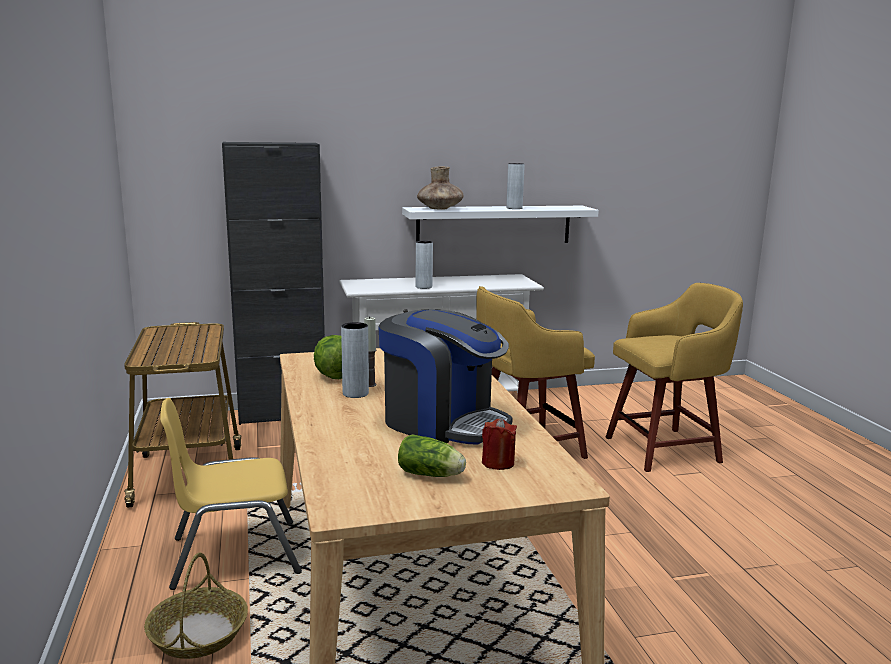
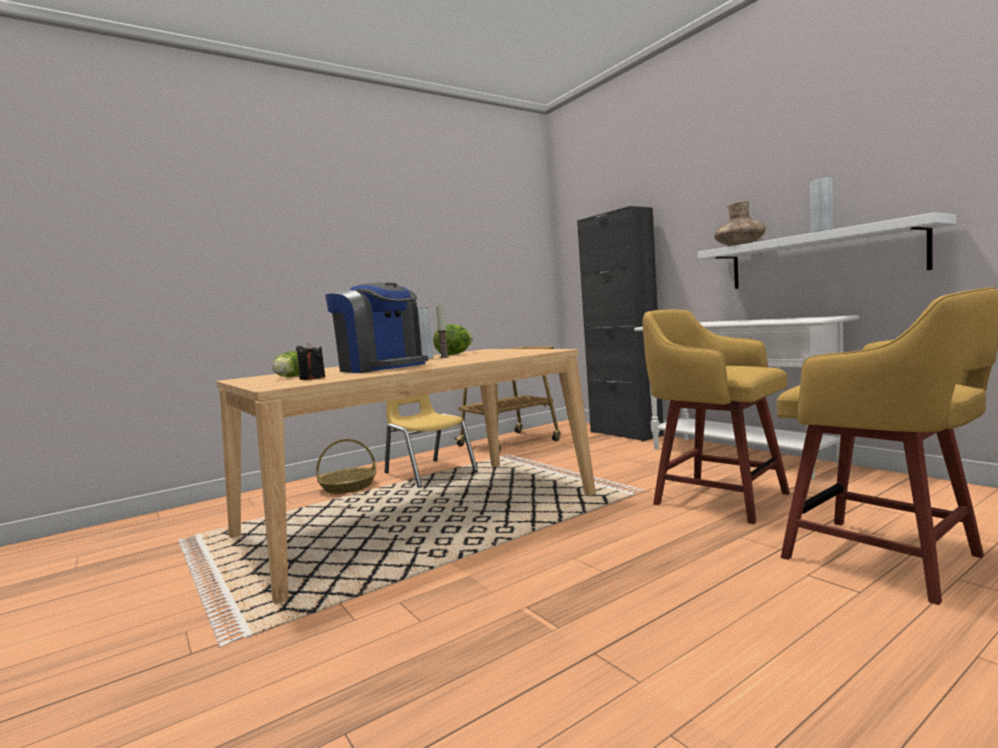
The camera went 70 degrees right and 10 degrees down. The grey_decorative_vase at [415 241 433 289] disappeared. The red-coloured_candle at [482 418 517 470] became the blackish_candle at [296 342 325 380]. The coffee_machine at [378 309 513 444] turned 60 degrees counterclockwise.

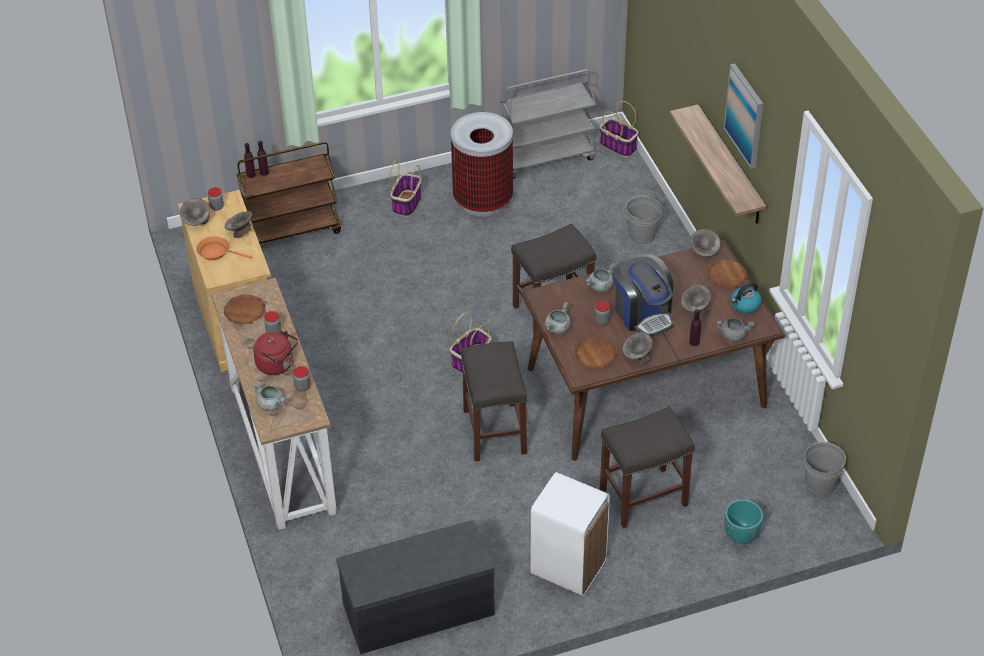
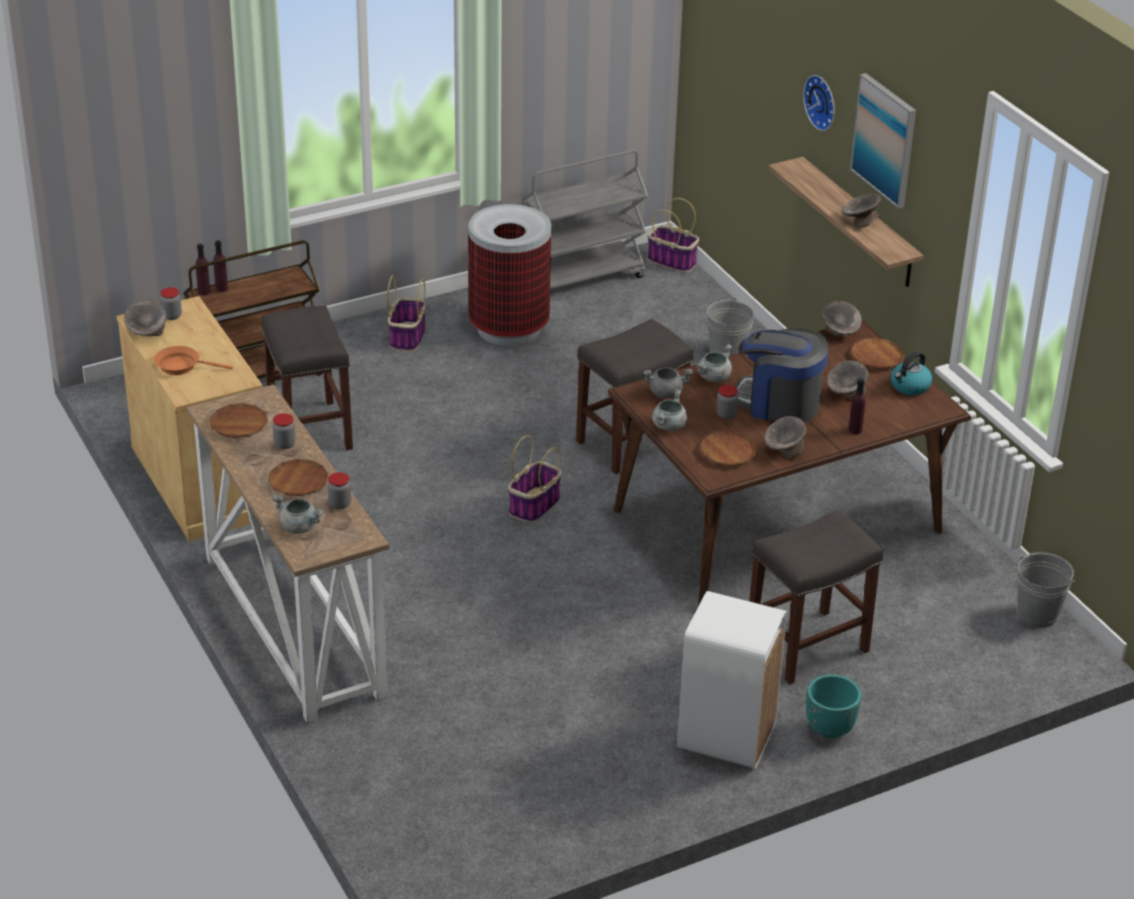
The camera went 10 degrees left and 10 degrees down. The grey_indoor_bench at [336 520 495 654] disappeared. The wall_clock at [803 75 834 131] appeared. The grey_deep_dish moved from [225 211 252 238] to [842 194 881 228]. The grey_stool moved from [461 341 528 461] to [261 306 353 450]. The grey_cooking_pot moved from [716 318 754 342] to [643 367 693 398]. The blue-green_flower_pot moved from [724 499 763 544] to [806 675 861 738]. The red-coloured_tea_kettle at [253 330 298 375] was replaced by the brown_flat_dish at [268 459 329 496]. The coffee_machine at [613 254 674 337] turned 150 degrees clockwise.

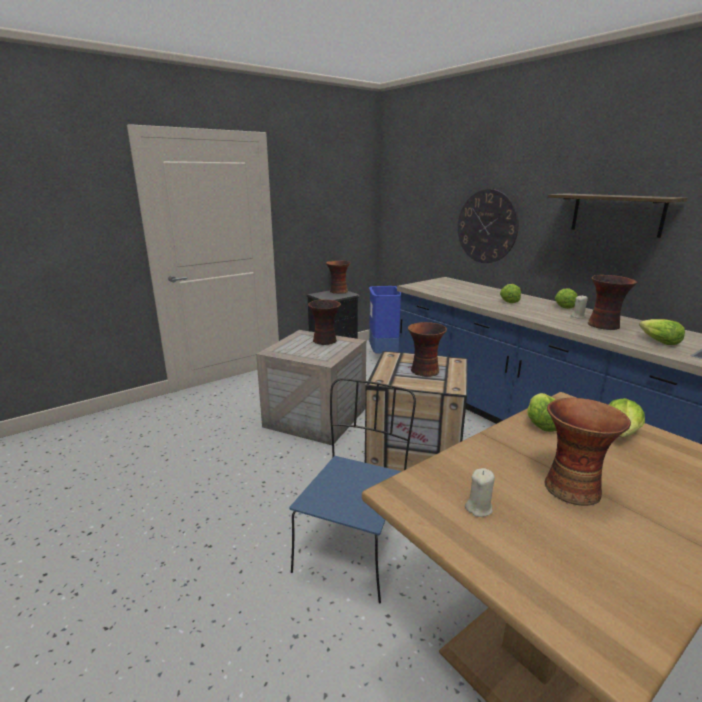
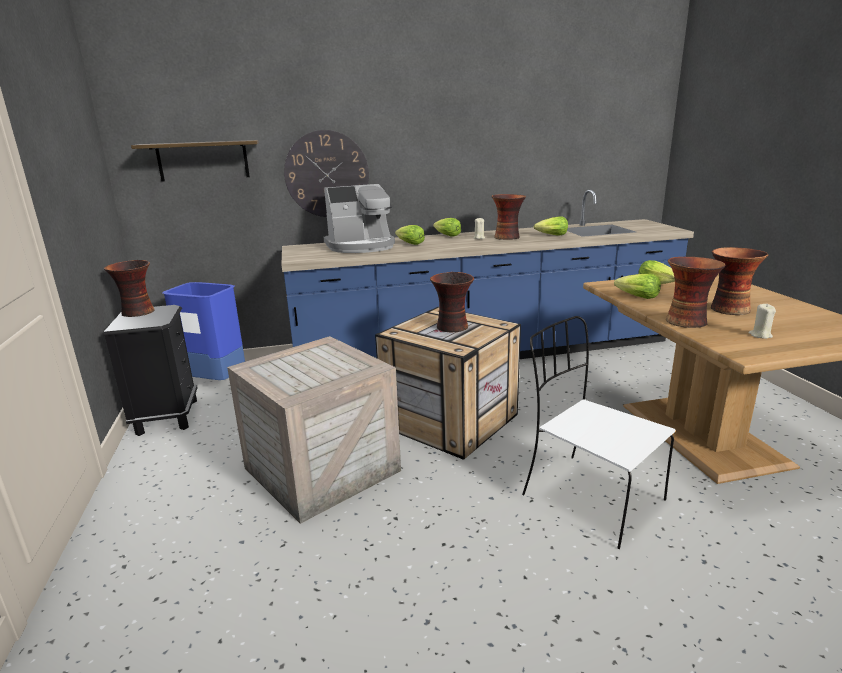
The camera went 65 degrees left and 0 degrees up. The coffee_machine at [324 184 395 253] appeared. The decorative_vase moved from [308 300 341 345] to [666 257 725 328]. The wall_shelf moved from [548 193 687 238] to [131 140 259 182]. The bluish_plain_chair at [290 378 416 603] became the white-coloured_plain_chair at [522 316 676 549].

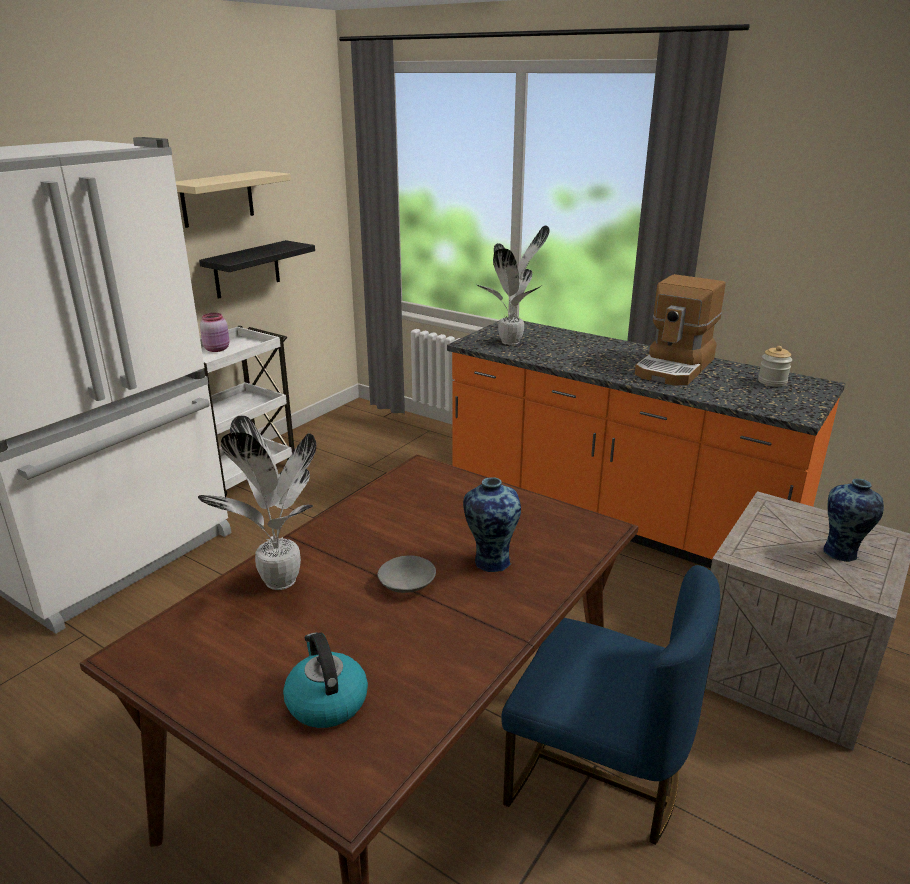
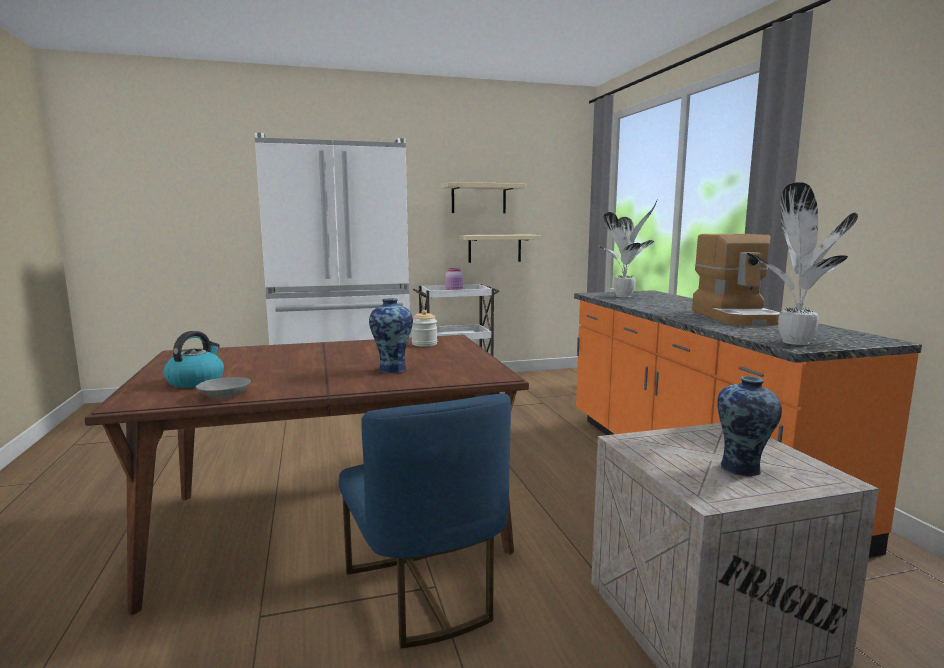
The camera went 40 degrees right and 15 degrees down. The potted_plant moved from [198 415 316 590] to [747 182 858 345]. The grey_deep_dish moved from [377 555 436 593] to [196 377 251 398]. The jar moved from [758 346 792 387] to [412 310 437 347]. The blackish_wall_shelf at [199 240 315 299] became the beige-coloured_wall_shelf at [458 235 541 263]. The coffee_machine at [635 274 726 385] turned 75 degrees counterclockwise.

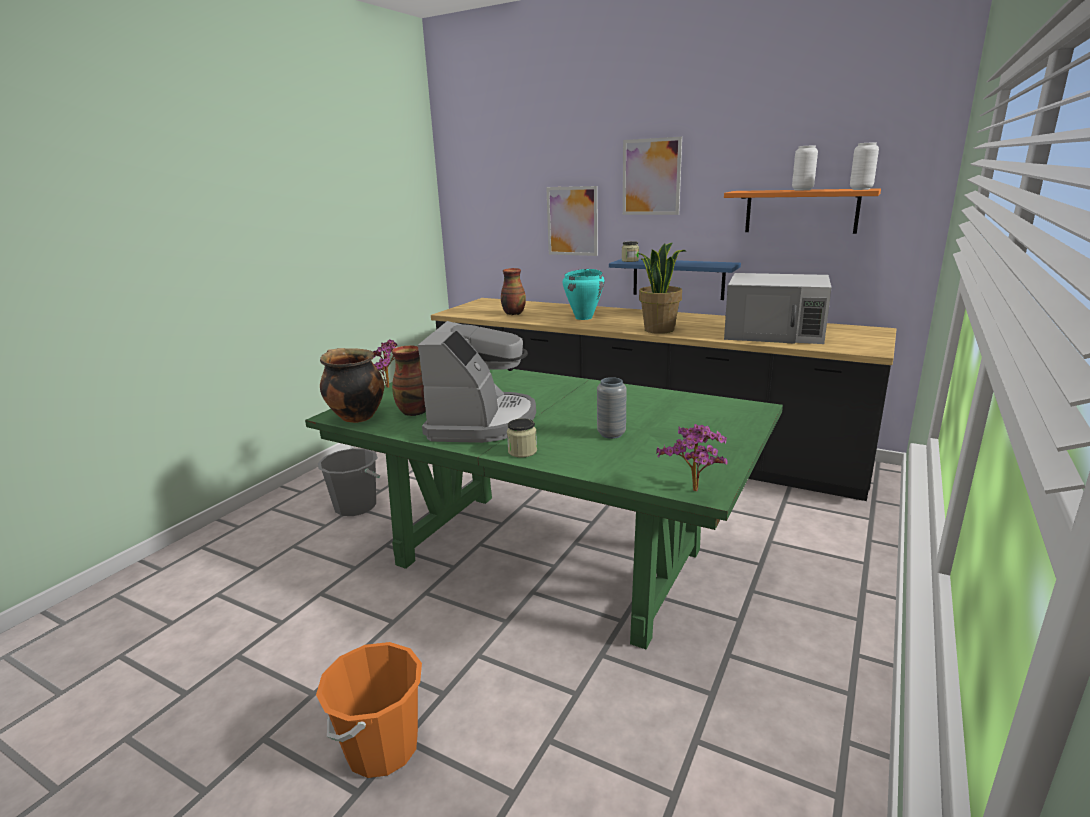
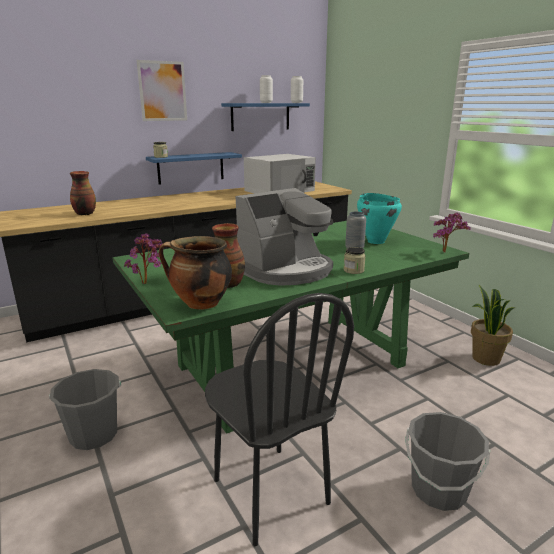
The camera went 60 degrees left and 0 degrees up. The wall_picture at [546 186 598 256] disappeared. The blackish_plain_chair at [205 293 354 546] appeared. The blue-green_cooking_pot moved from [563 269 604 320] to [357 193 402 244]. The potted_plant moved from [637 243 686 334] to [471 285 515 366]. The orange-coloured_bucket at [316 642 422 778] became the grey_bucket at [405 412 490 511]. The orange-coloured_wall_shelf at [724 188 881 234] became the bluish_wall_shelf at [221 103 310 131]. The coffee_machine at [418 321 536 443] turned 105 degrees clockwise.

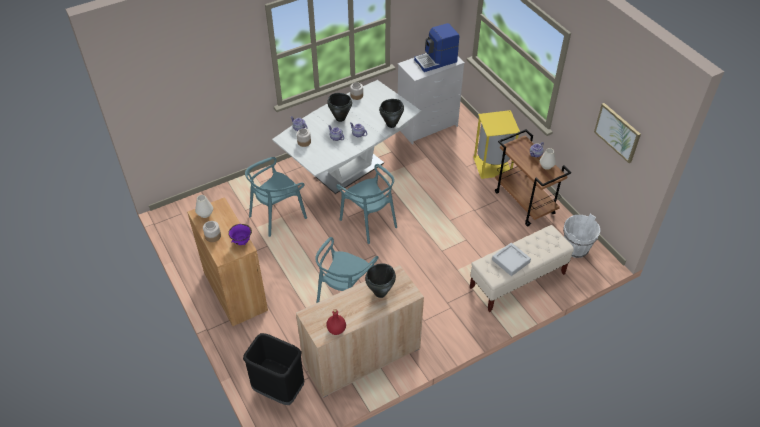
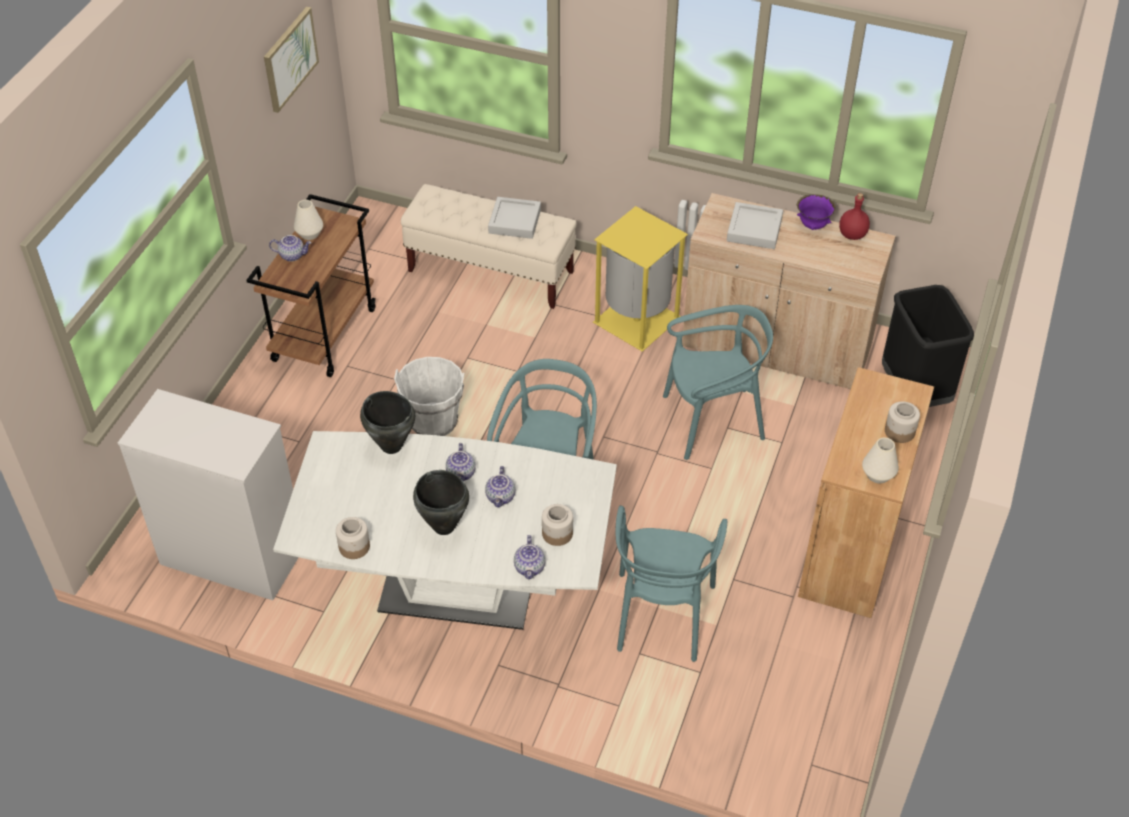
The camera went 130 degrees left and 0 degrees up. The coffee_machine at [414 23 459 72] disappeared. The purplish_deep_dish moved from [228 224 252 245] to [797 194 836 230]. The yellow-coloured_trash_can moved from [473 110 520 179] to [593 206 688 352]. The white-coloured_bucket moved from [563 214 601 258] to [394 357 464 436]. The blackish_cooking_pot at [365 263 396 298] was replaced by the grey_carrying_tray at [727 202 783 249]. The blue-green_plain_chair at [245 157 307 237] turned 90 degrees clockwise.

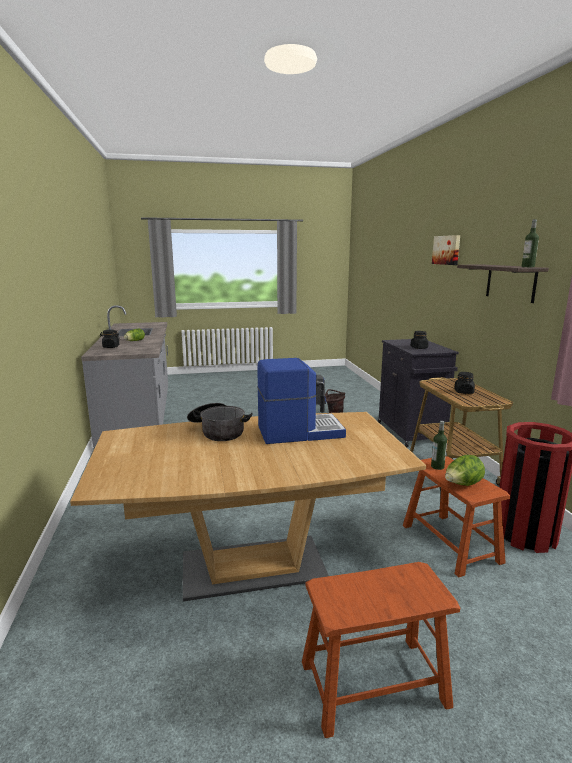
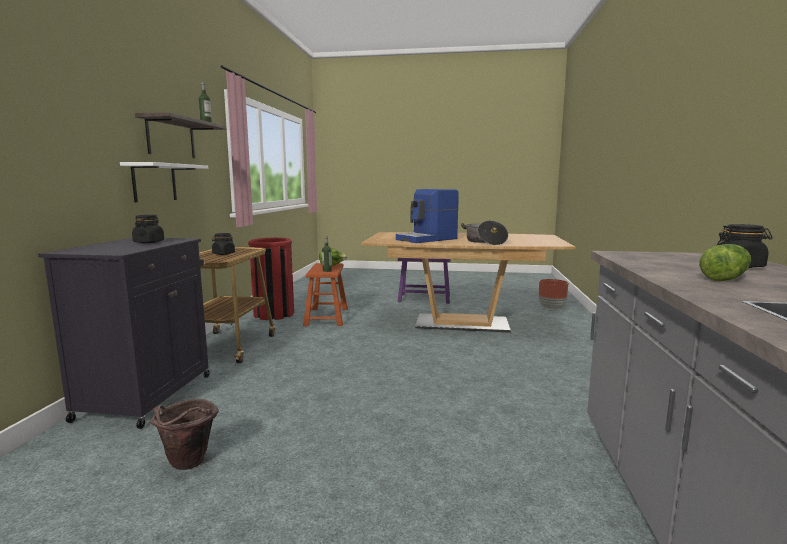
The camera went 160 degrees left and 5 degrees down. The wall_picture at [432 235 460 265] disappeared. The white-coloured_wall_shelf at [120 162 208 202] appeared. The brown_flower_pot at [539 279 568 310] appeared. The brown_stool at [302 562 460 738] became the purplish_stool at [398 258 451 304]. The coffee_machine at [257 358 346 444] turned 45 degrees counterclockwise.

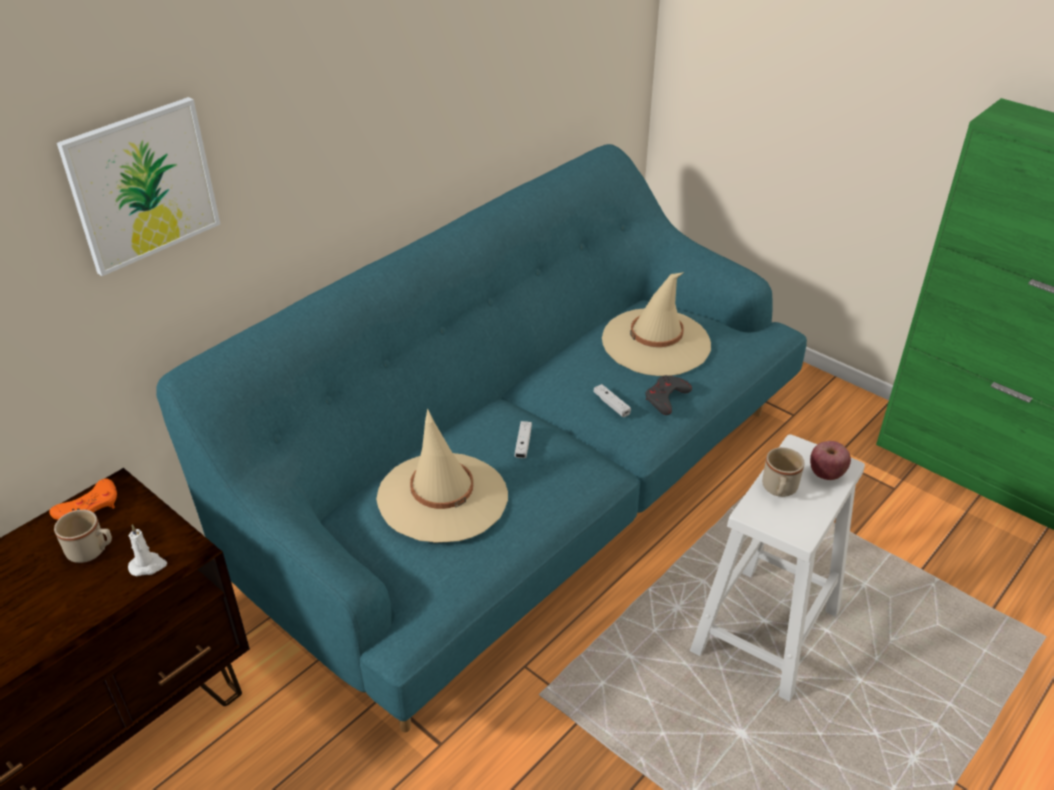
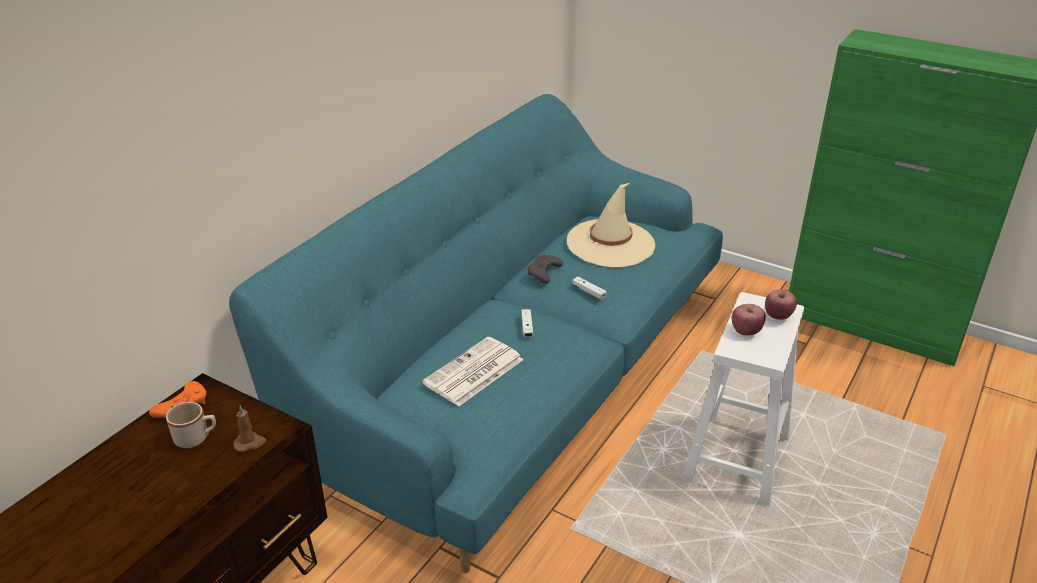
The camera went 10 degrees left and 5 degrees down. The wall_picture at [57 97 220 276] disappeared. The grey_gamepad moved from [645 375 692 415] to [527 255 563 284]. The beige-coloured_wearable_hat at [376 408 508 543] was replaced by the newspaper at [422 337 523 406]. The beige-coloured_mug at [762 447 804 497] was replaced by the whole_apple at [732 304 766 336]. The white-coloured_candle at [128 524 167 576] became the brown_candle at [233 405 266 452].

